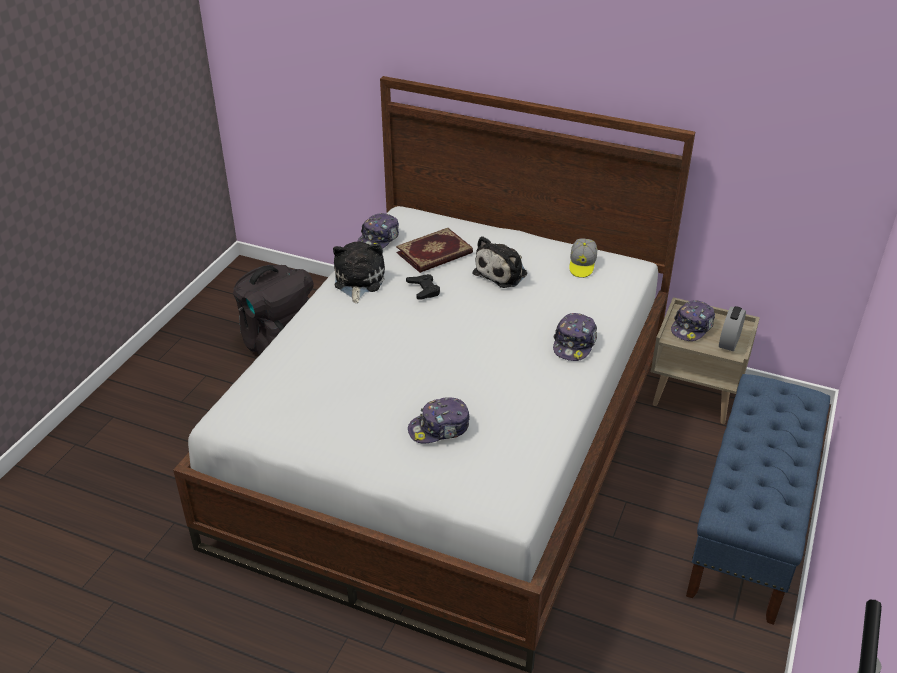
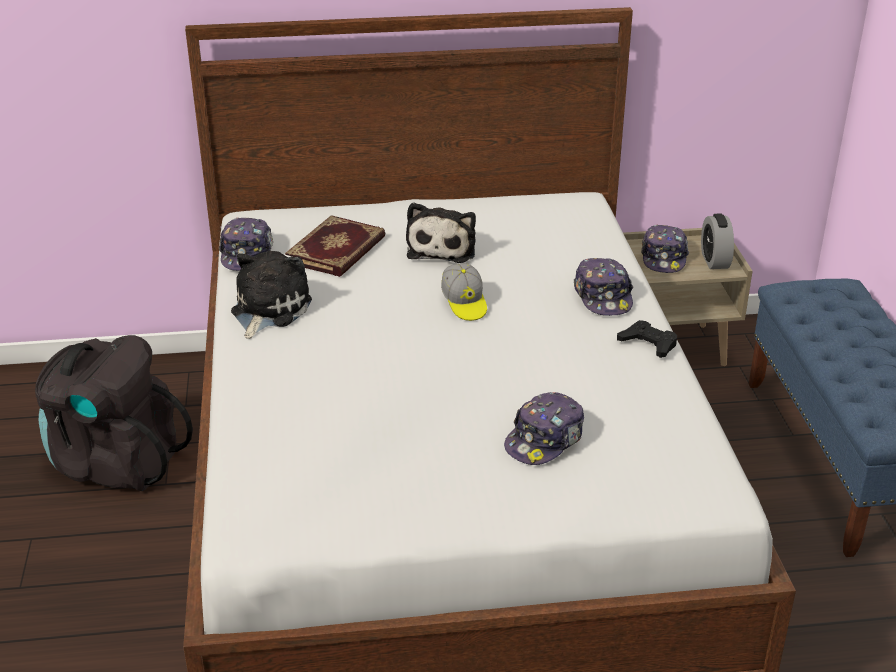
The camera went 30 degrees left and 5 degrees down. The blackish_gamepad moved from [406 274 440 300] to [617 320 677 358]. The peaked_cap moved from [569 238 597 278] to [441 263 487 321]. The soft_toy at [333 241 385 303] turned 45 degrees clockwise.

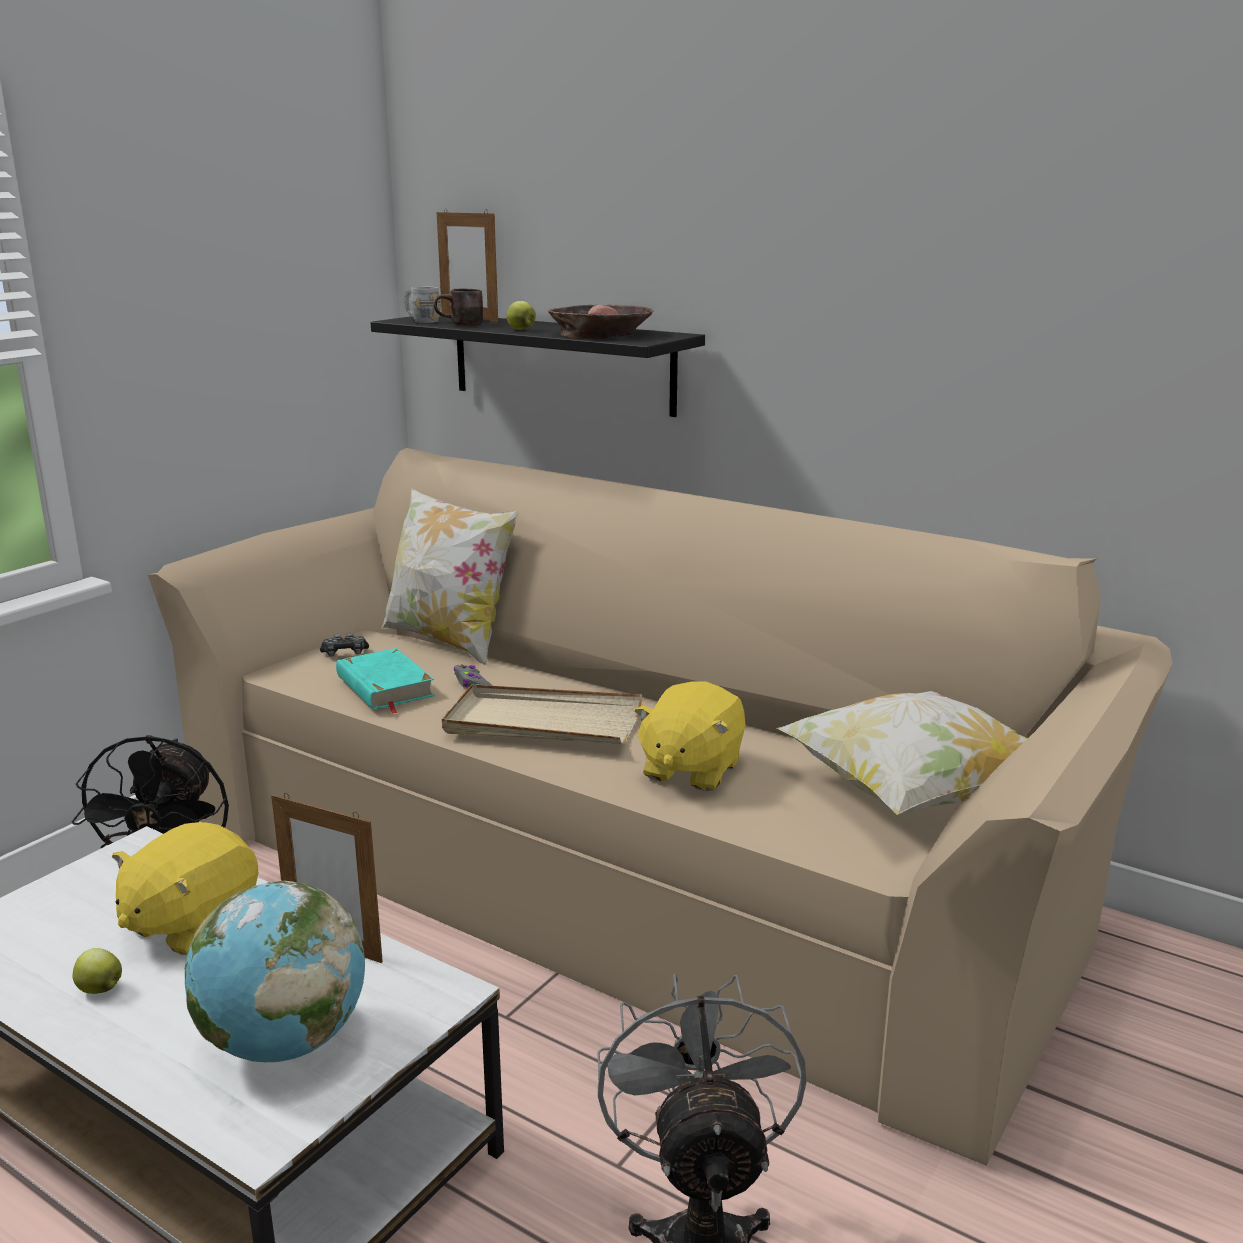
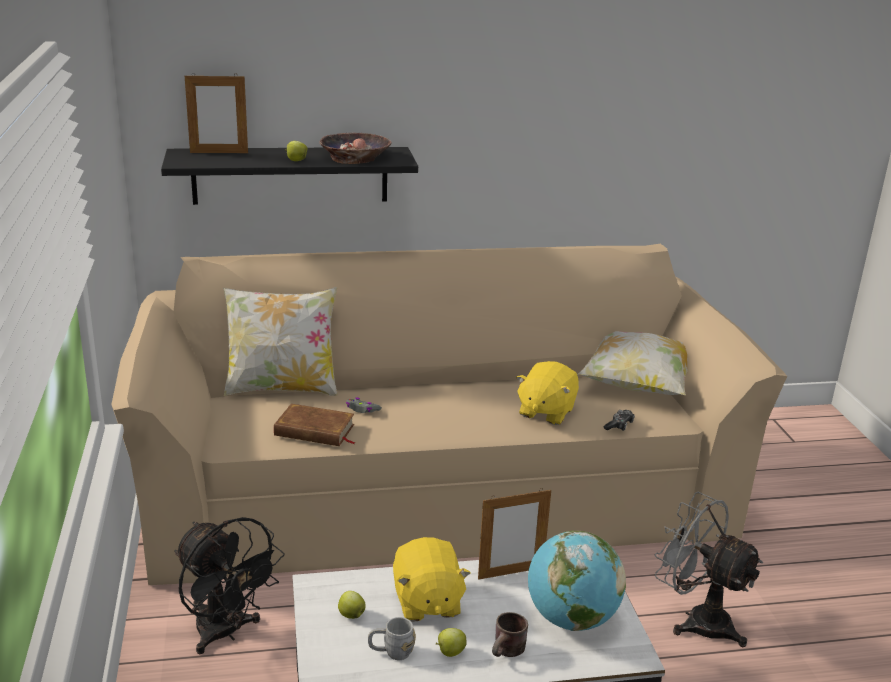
The camera went 45 degrees left and 5 degrees up. The beige-coloured_carrying_tray at [442 684 642 744] disappeared. The whole_apple at [338 591 366 619] appeared. The gamepad moved from [320 633 369 657] to [603 410 635 431]. The grey_mug moved from [404 287 441 323] to [368 617 416 660]. The brown_mug moved from [433 289 483 325] to [492 612 528 657]. The blue-green_bound_book at [336 648 435 714] became the brown_bound_book at [274 404 356 446]. The yellow-coloured_soft_toy at [634 681 746 791] turned 45 degrees clockwise.

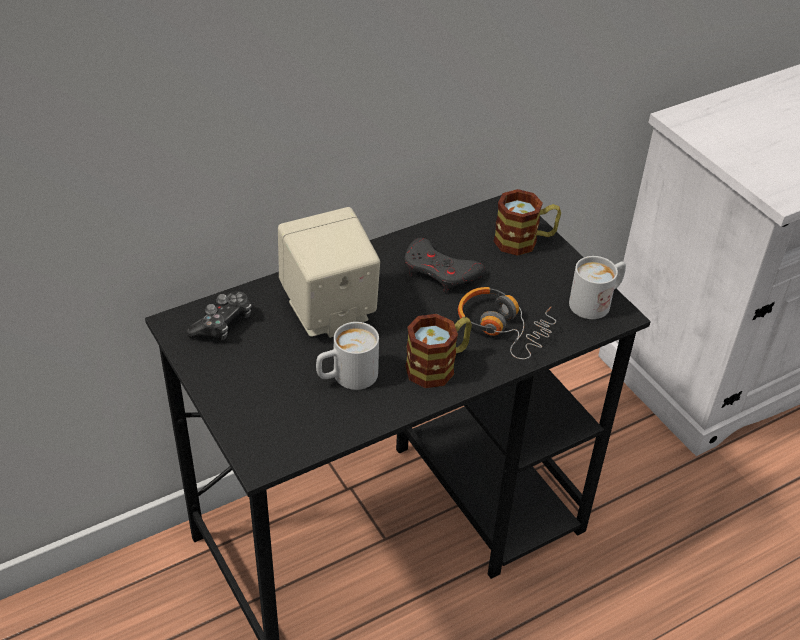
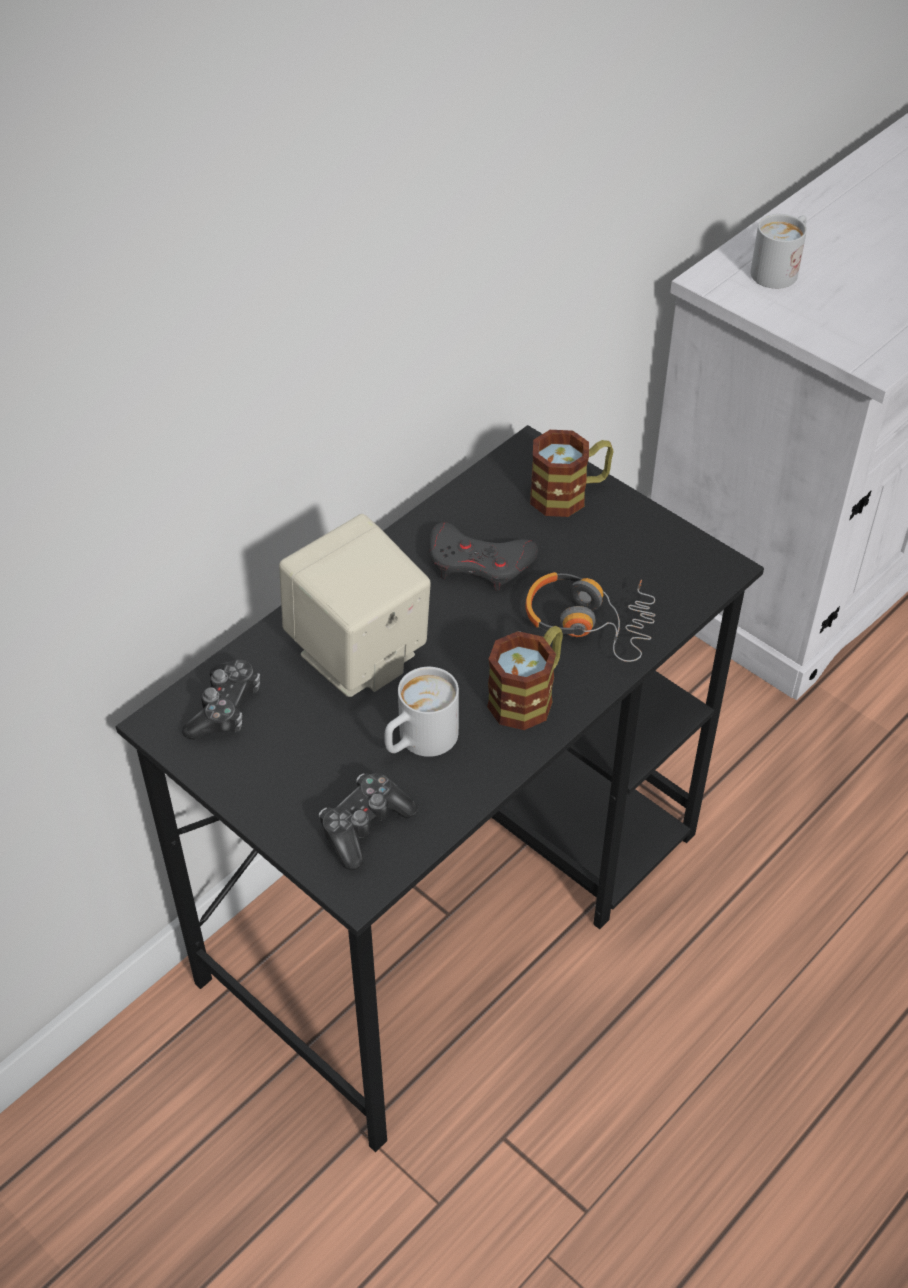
The camera went 15 degrees left and 5 degrees up. The gamepad at [319 773 418 870] appeared. The white-coloured_mug moved from [569 256 626 319] to [750 214 807 289].

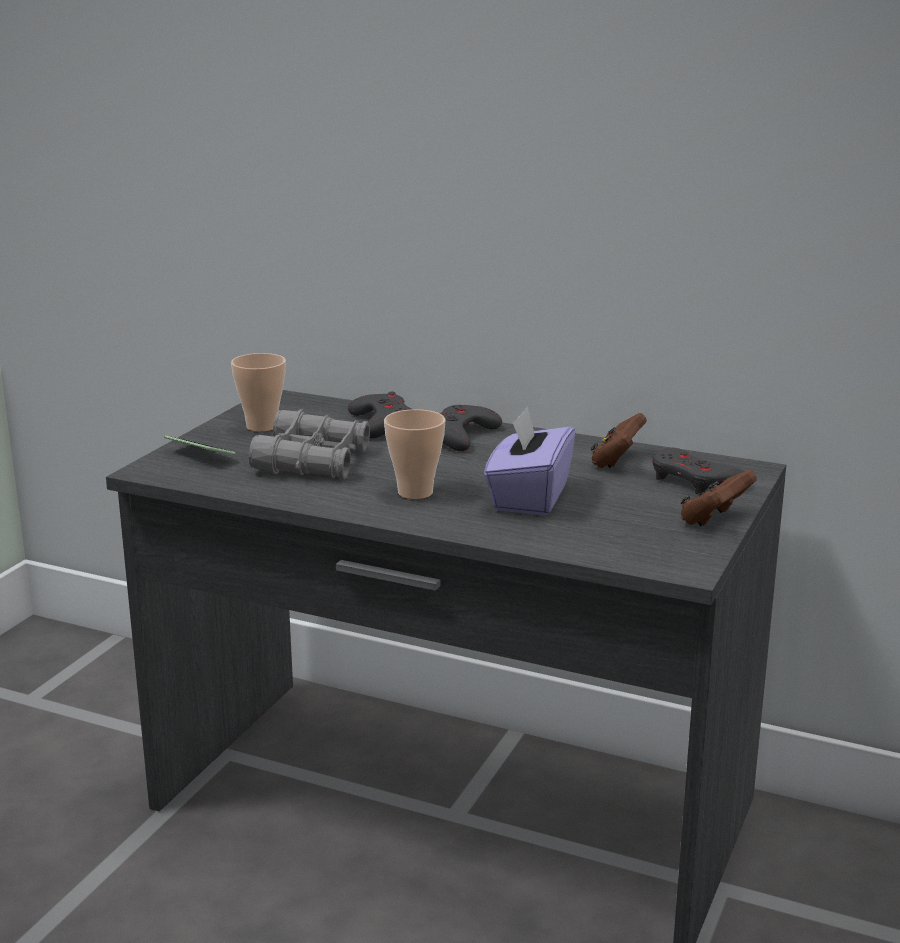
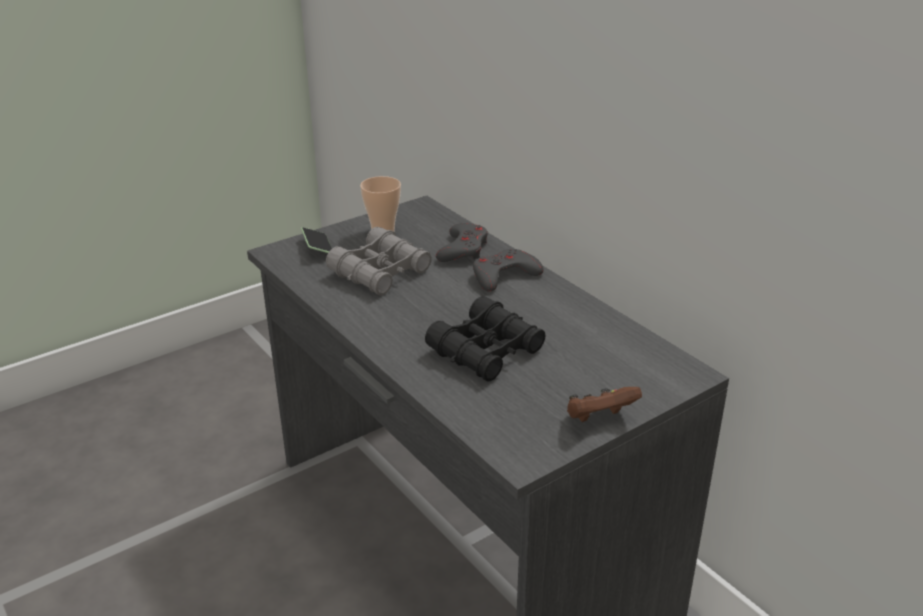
The camera went 30 degrees right and 10 degrees up. The small_cup at [384 409 446 499] disappeared. The brown_gamepad at [591 413 647 468] disappeared. The grey_gamepad at [652 447 744 494] disappeared. The purplish_tissue_box at [484 407 576 516] was replaced by the blackish_field_glasses at [425 296 546 382].

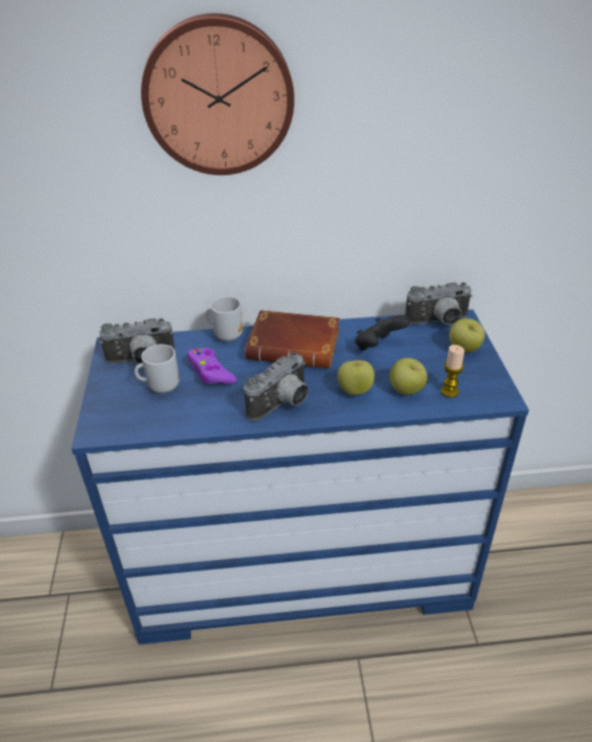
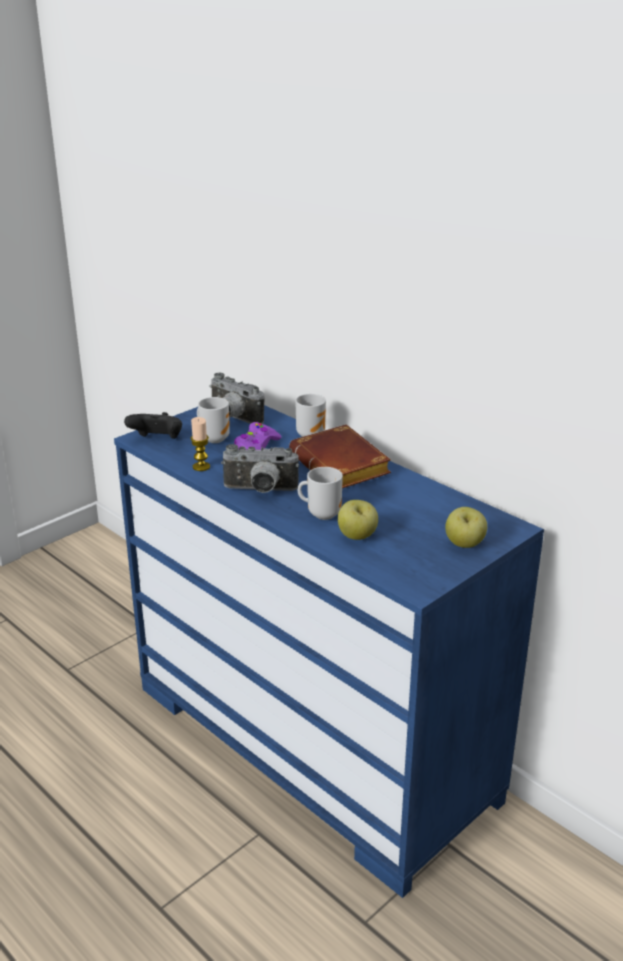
The camera went 50 degrees right and 10 degrees down. The wall_clock at [141 13 294 175] disappeared. The still_camera at [405 282 473 325] disappeared. The blackish_gamepad moved from [355 315 410 350] to [124 412 182 439]. The candle moved from [441 345 464 397] to [191 417 210 471]. The whole_apple at [337 360 375 395] was replaced by the mug at [298 467 343 520].

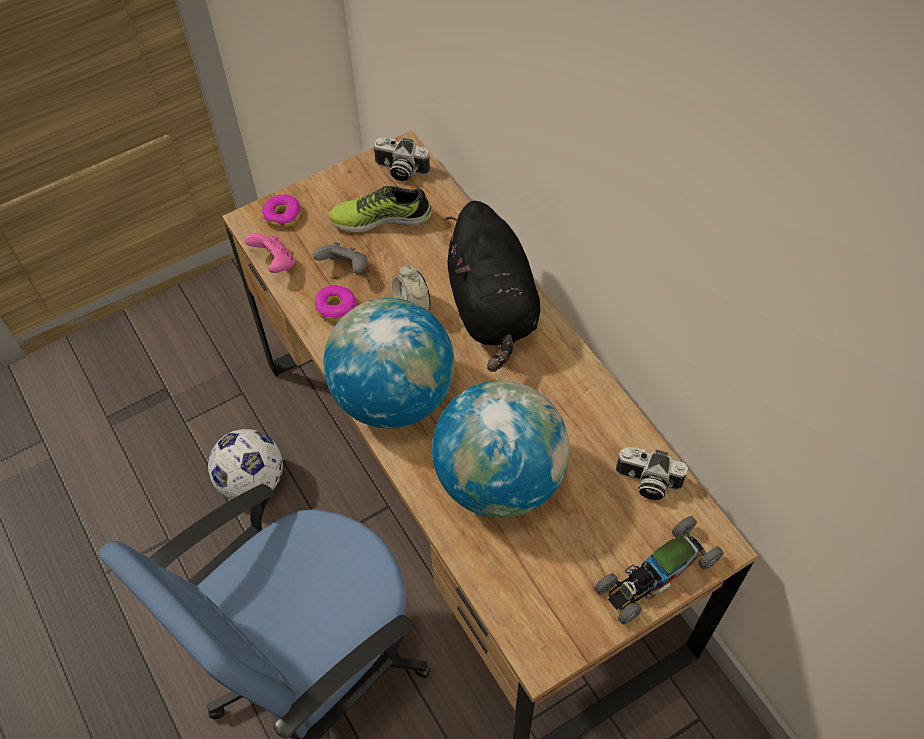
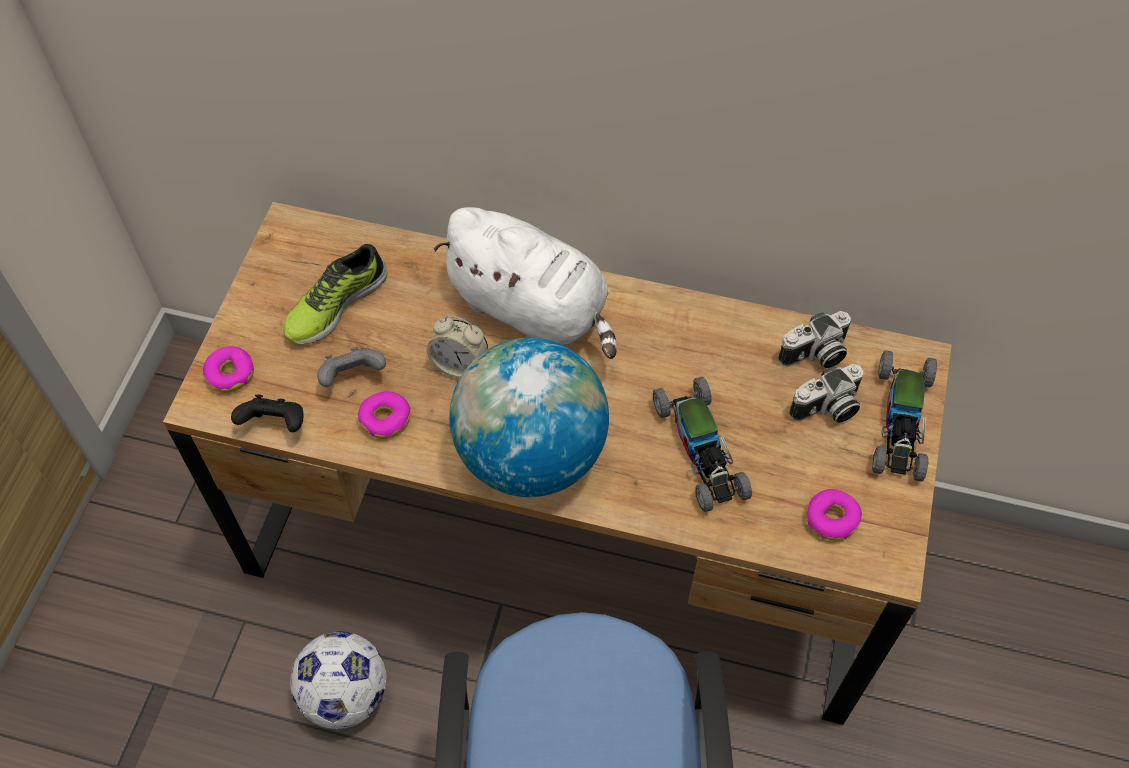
The camera went 45 degrees left and 0 degrees up. The ring_doughnut at [806 489 862 541] appeared. The still_camera moved from [373 138 430 181] to [789 364 864 423]. The globe at [432 380 569 518] was replaced by the model_car at [653 377 752 512]. The pink-coloured_gamepad at [245 234 296 273] became the blackish_gamepad at [231 394 303 432]. The blackish_soft_toy at [445 201 540 372] became the white-coloured_soft_toy at [434 207 617 359].

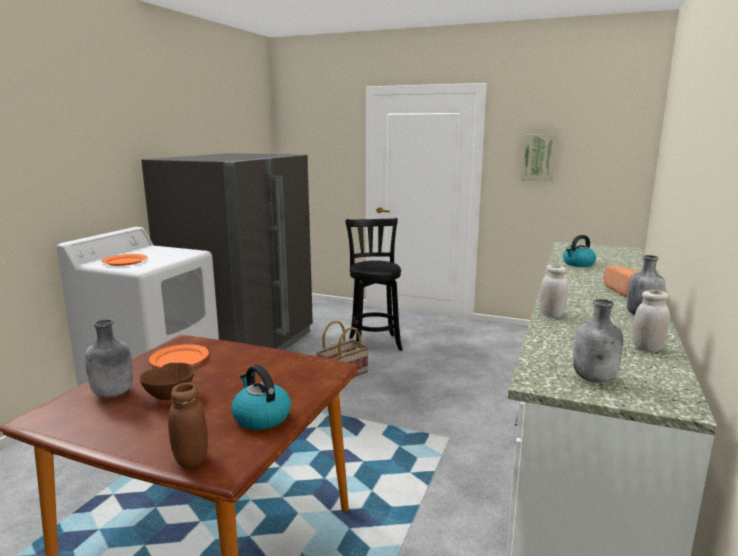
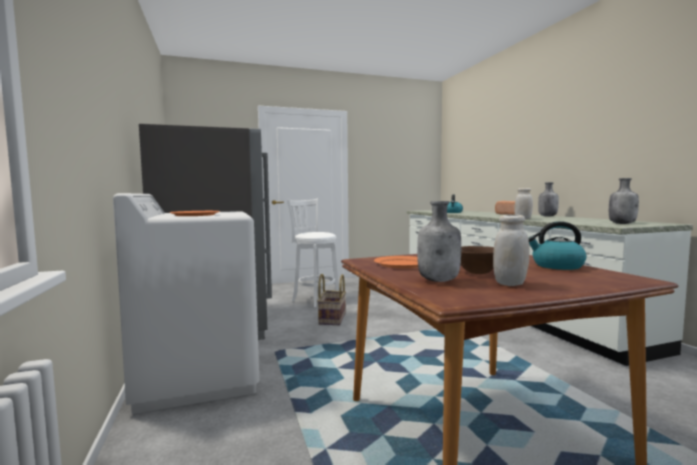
The camera went 40 degrees left and 10 degrees down. The brown_jar at [168 383 208 468] disappeared. The wall_picture at [521 135 557 182] disappeared. The white-coloured_jar moved from [632 290 670 352] to [493 214 530 286]. The blackish_stool at [346 218 403 351] became the white-coloured_stool at [287 199 340 307].

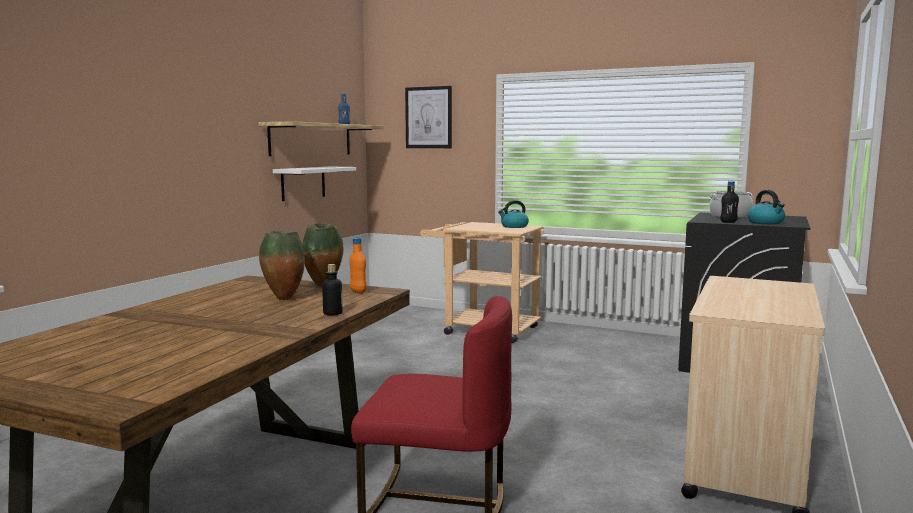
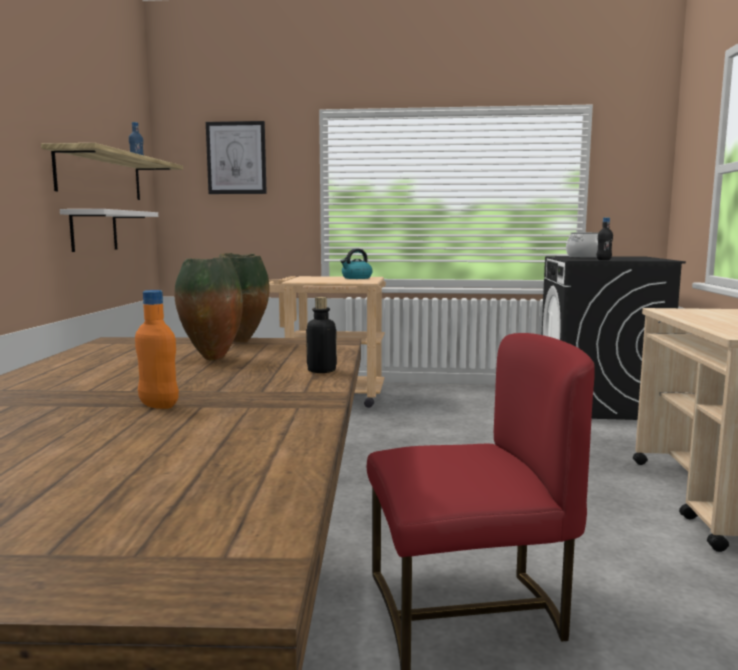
The camera went 20 degrees left and 0 degrees up. The tea_kettle at [747 190 785 224] disappeared. The orange-coloured_drink_bottle moved from [349 237 367 293] to [135 290 179 409].

